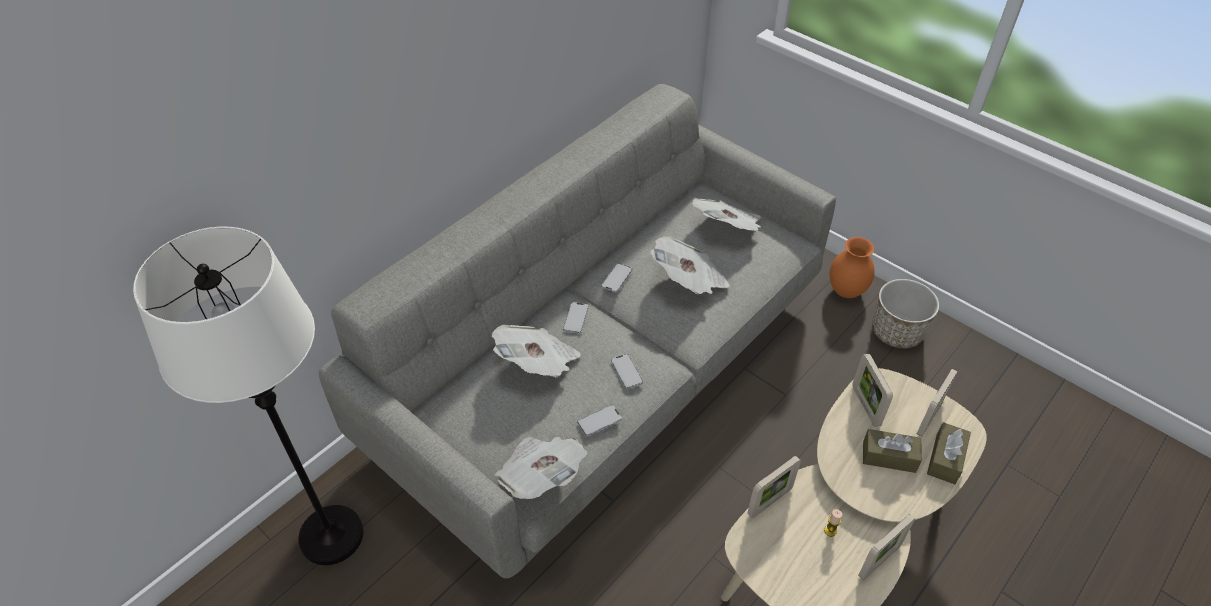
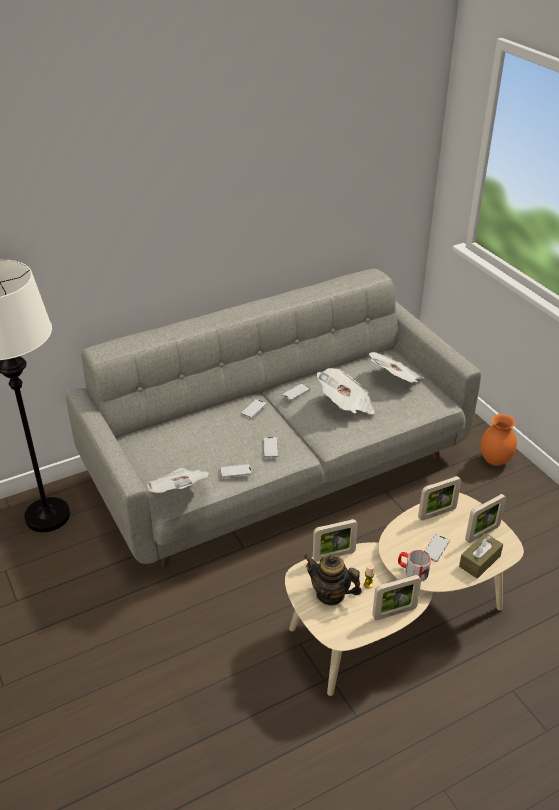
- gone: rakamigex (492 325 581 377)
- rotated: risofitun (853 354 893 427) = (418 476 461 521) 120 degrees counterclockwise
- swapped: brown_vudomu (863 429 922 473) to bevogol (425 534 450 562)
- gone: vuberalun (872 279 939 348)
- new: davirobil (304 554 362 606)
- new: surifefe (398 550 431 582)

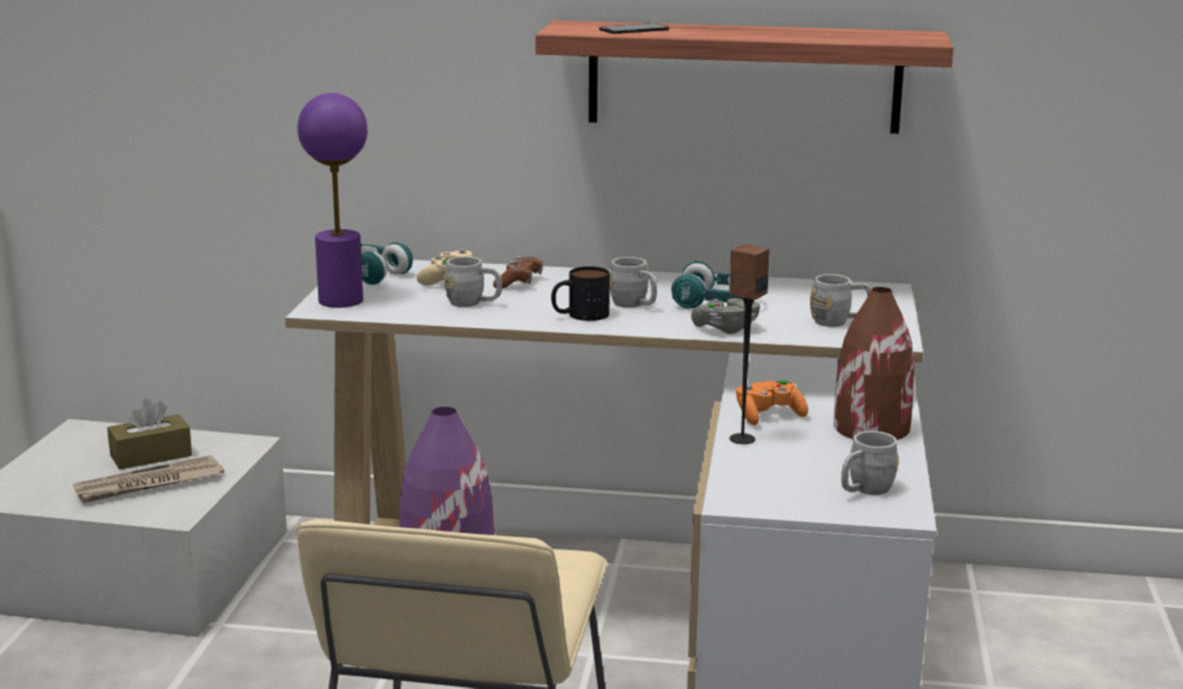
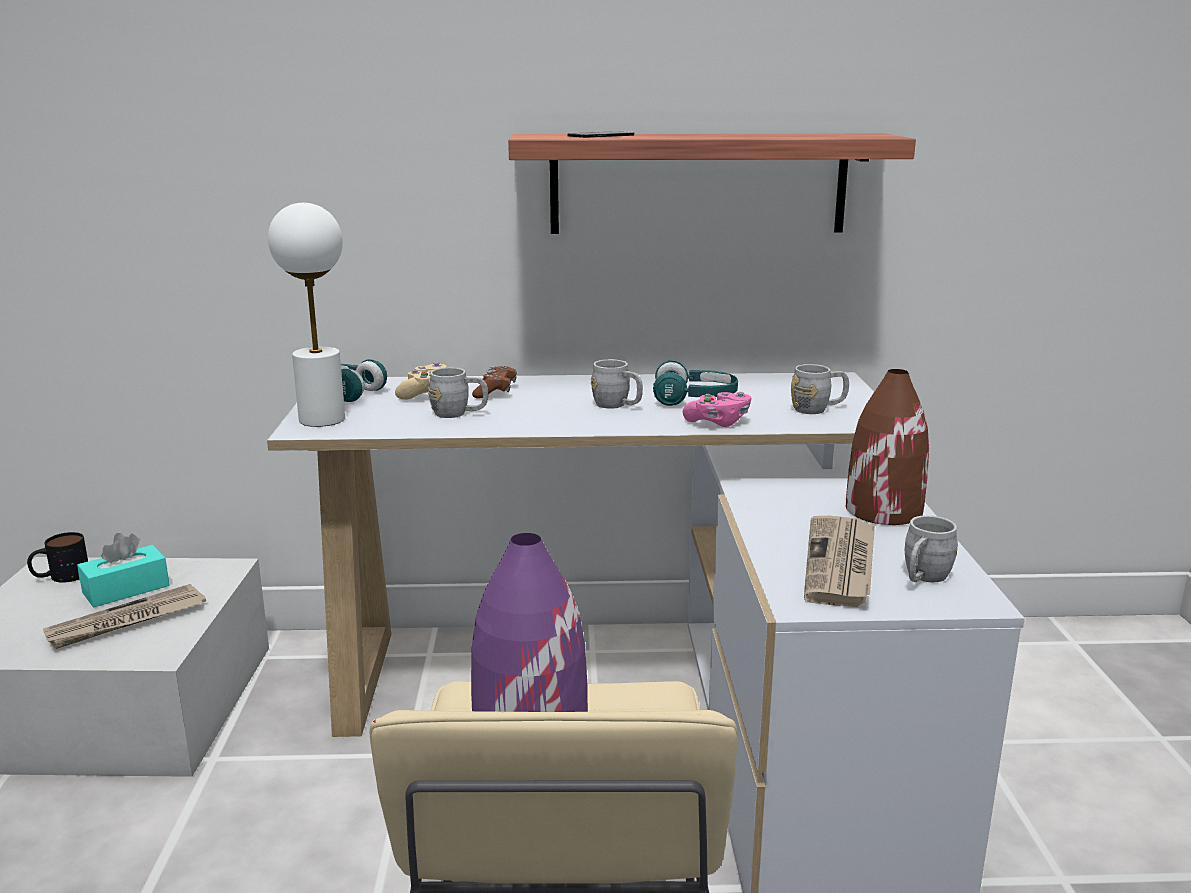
- repainted: brown_vudomu (107 399 192 470) to turquoise_vudomu (77 533 170 607)
- repainted: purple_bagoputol (297 93 367 308) to white_bagoputol (268 203 345 427)
- shifted: surifefe (551 266 610 321) to (27 532 88 583)
- repainted: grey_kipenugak (691 298 760 334) to pink_kipenugak (683 392 751 427)
- gone: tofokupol (729 244 770 444)
- gone: orange_kipenugak (736 379 808 425)
- new: rakamigex (804 516 875 607)

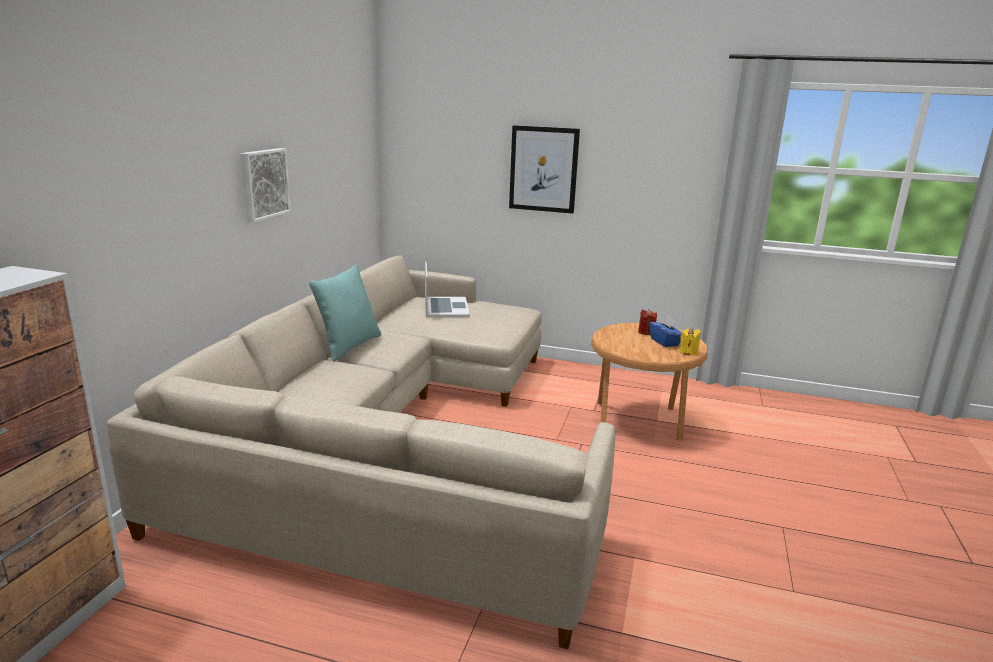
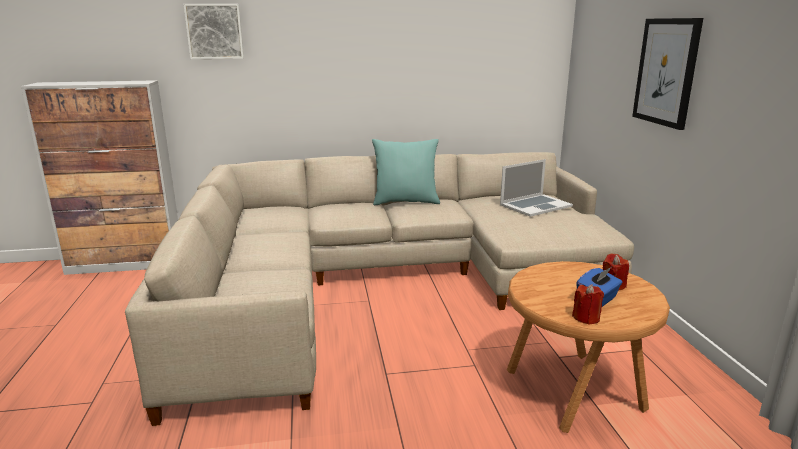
- shifted: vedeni (240 148 291 222) to (183 4 244 59)
- repainted: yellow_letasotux (679 327 700 356) to red_letasotux (572 284 604 325)

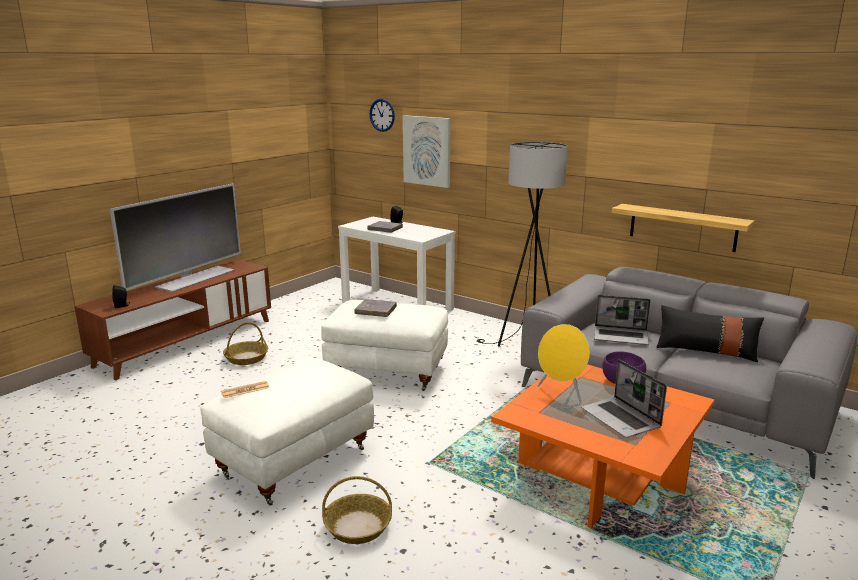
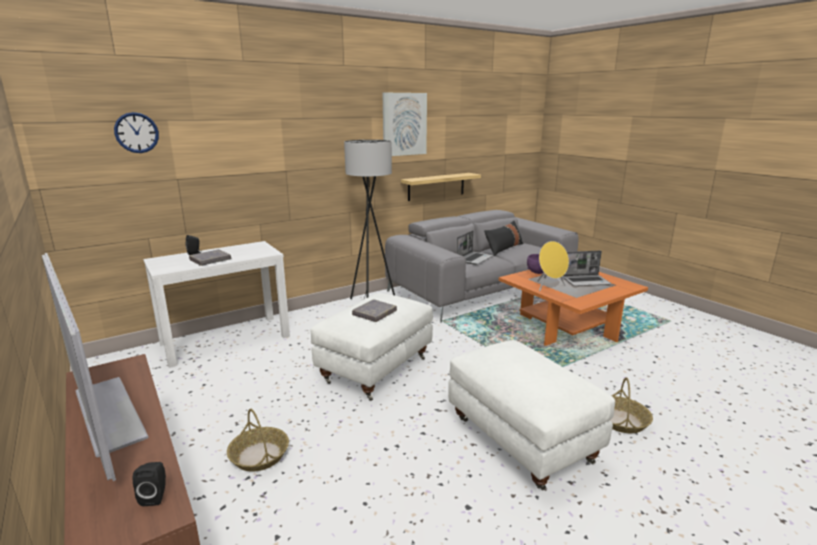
- gone: rakamigex (221 381 269 398)
- shifted: vedeni (403 115 451 188) to (383 93 427 156)

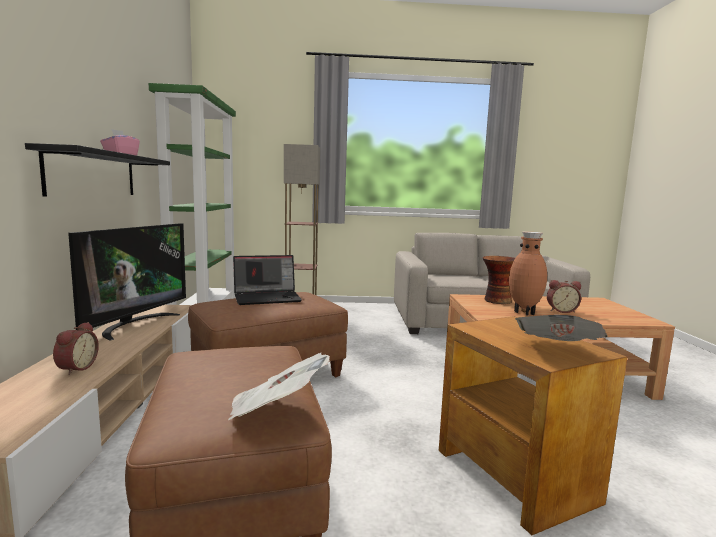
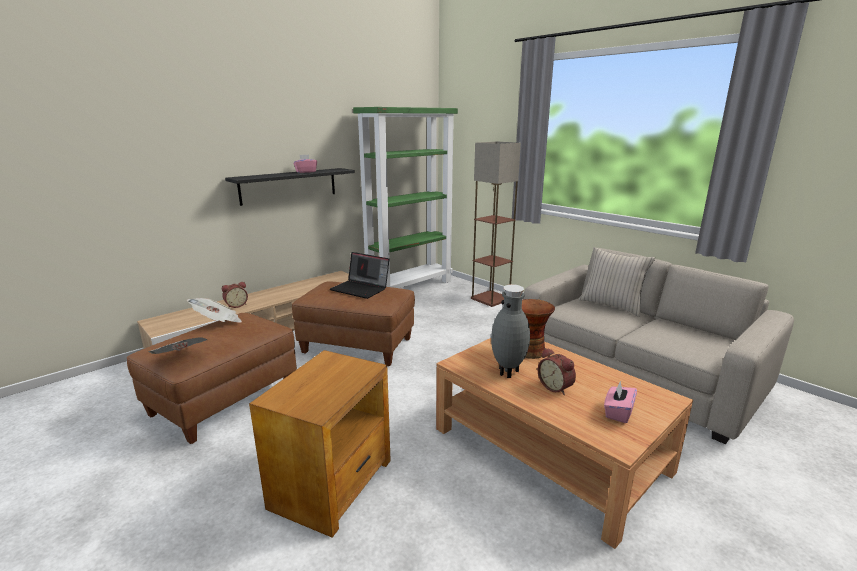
- gone: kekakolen (68 223 186 340)
- repainted: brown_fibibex (509 232 547 315) to grey_fibibex (491 284 530 378)
- shifted: rakamigex (515 315 608 341) to (187 298 242 323)
- new: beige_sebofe (579 247 655 317)
- new: pink_vudomu (604 381 637 423)

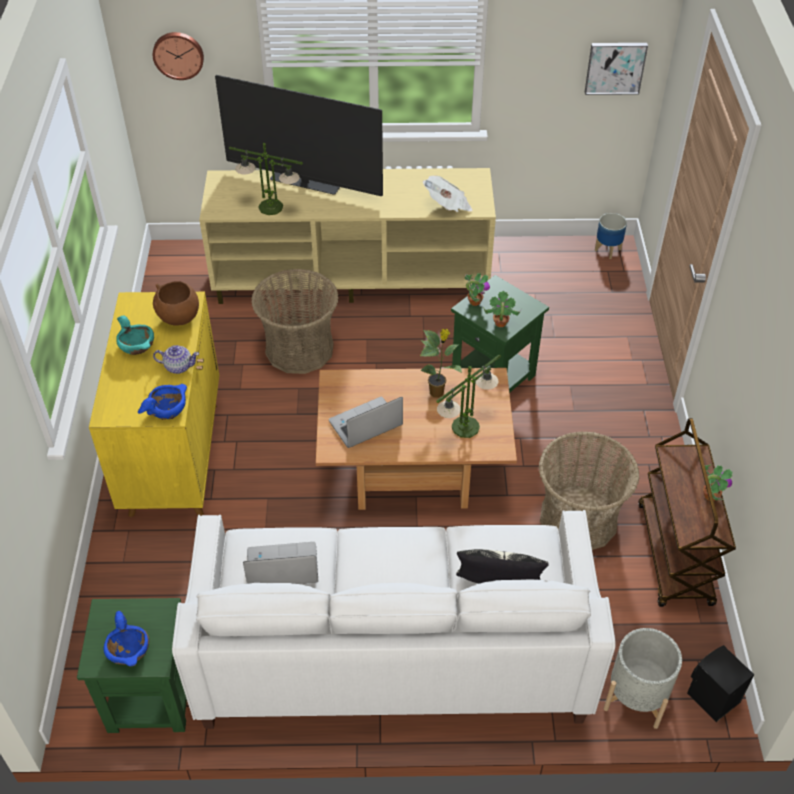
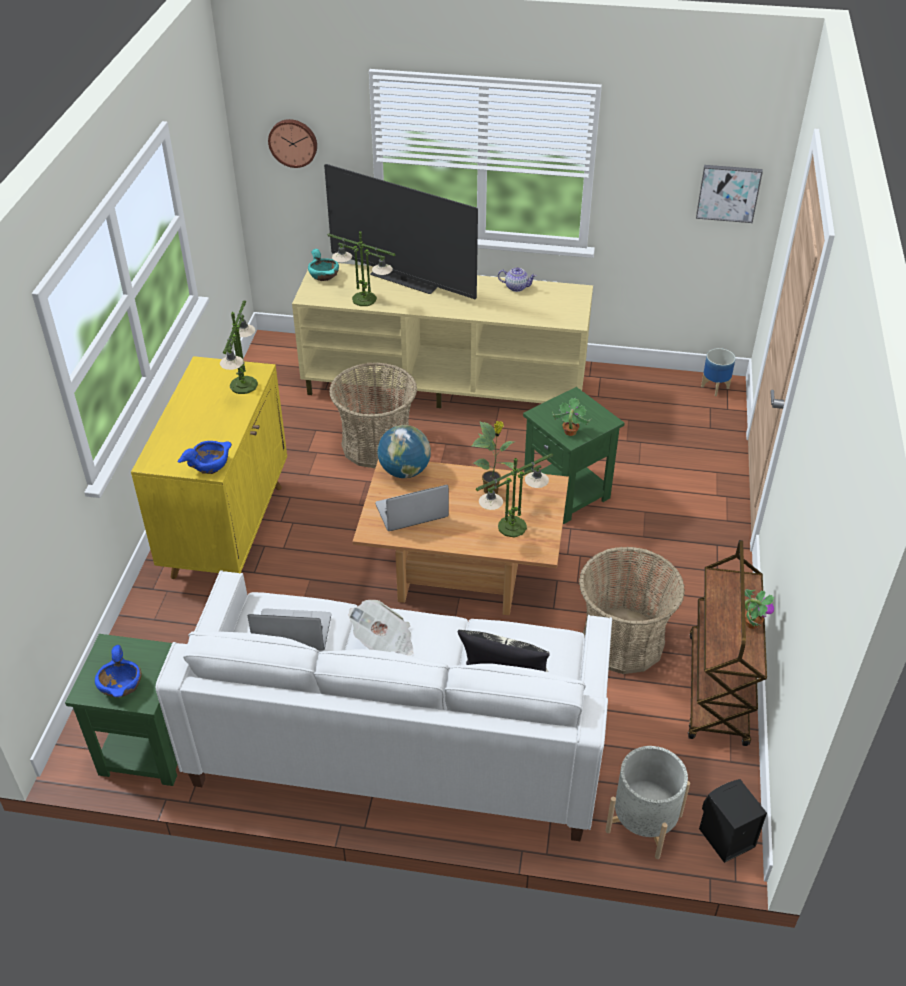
- shifted: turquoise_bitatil (116 315 154 355) to (308 249 339 281)
- swapped: brown_bitatil (153 281 199 326) to bagoputol (220 300 258 394)
- shifted: davirobil (153 345 199 374) to (498 267 537 292)
- shifted: rakamigex (423 176 472 212) to (349 600 414 655)
- gone: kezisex (465 273 490 306)
- new: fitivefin (378 425 431 478)

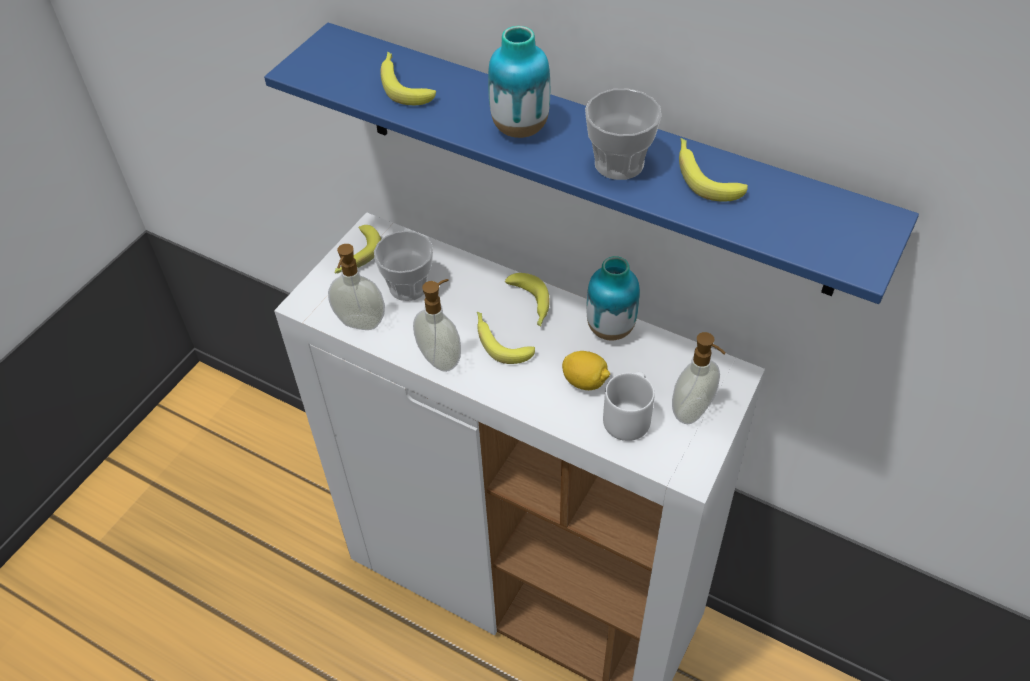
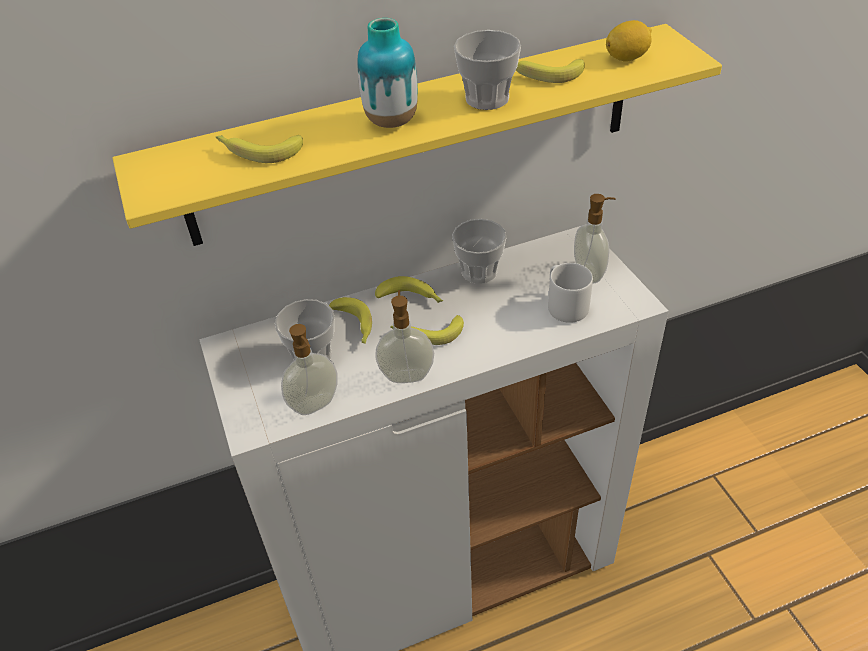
- repainted: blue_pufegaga (264 23 919 304) to yellow_pufegaga (113 24 722 246)
- shifted: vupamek (335 225 381 274) to (329 297 372 344)
- shifted: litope (562 351 610 390) to (606 20 652 61)
- swapped: fibibex (586 256 640 341) to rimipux (452 219 507 284)

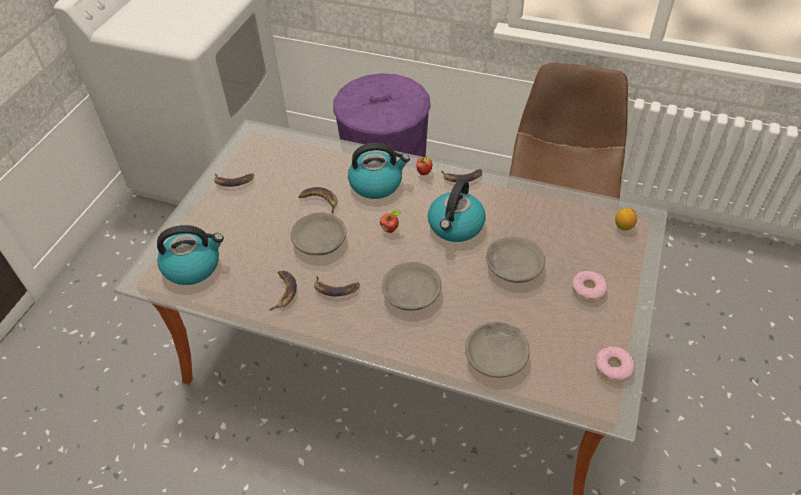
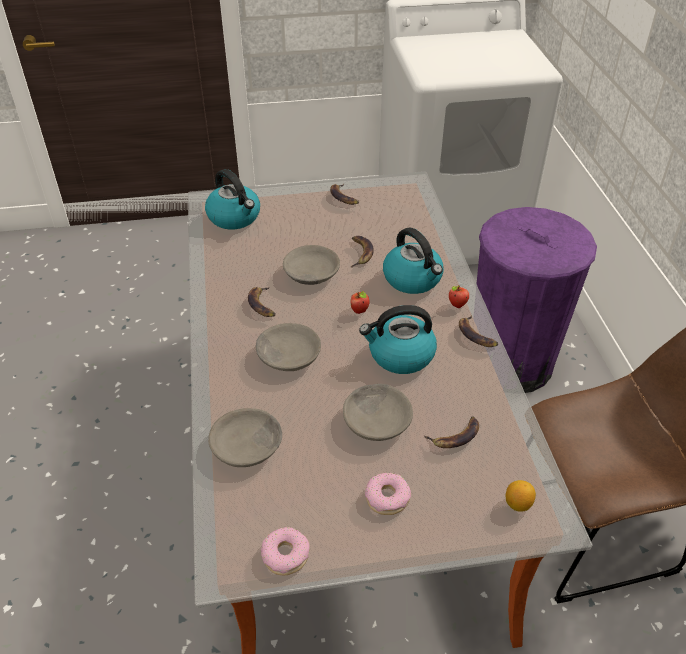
- shifted: vupamek (269 271 297 311) to (424 416 479 448)

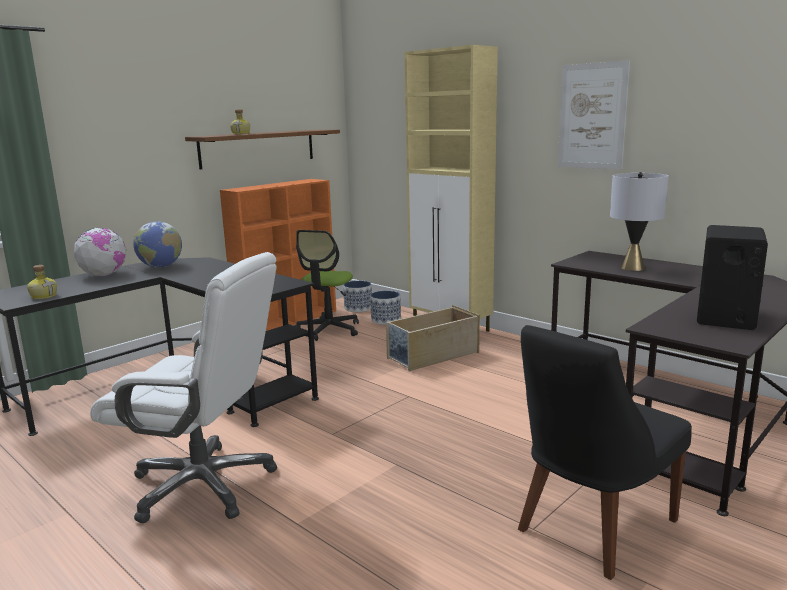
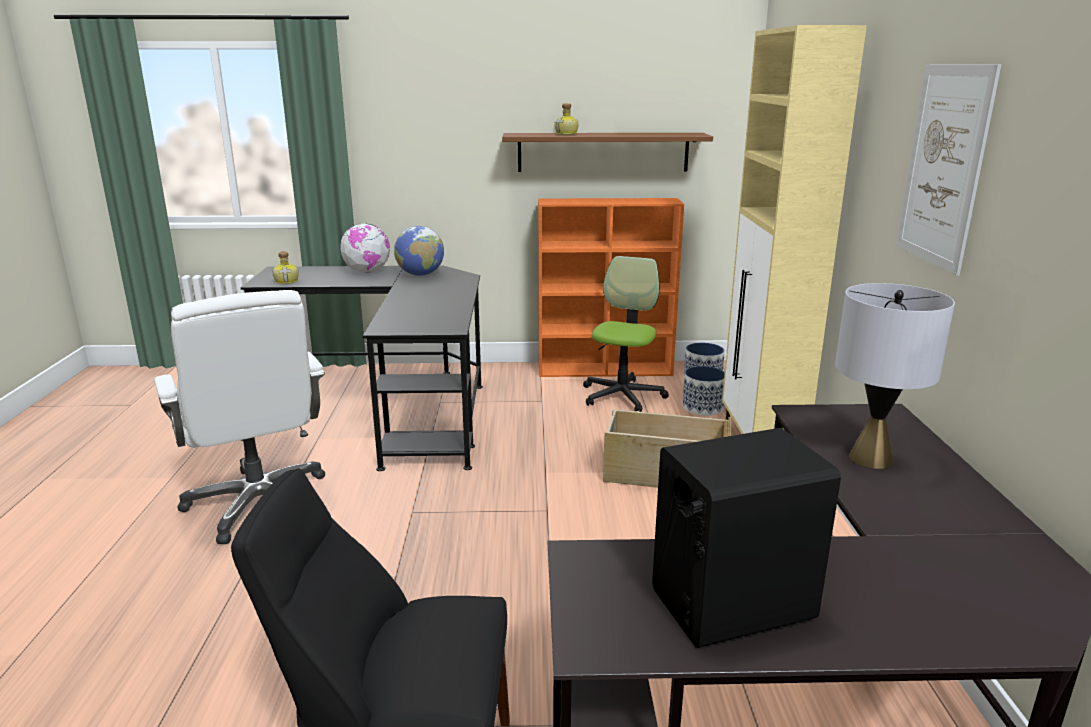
- rotated: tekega (294 230 359 341) = (583 256 669 412) 135 degrees clockwise

